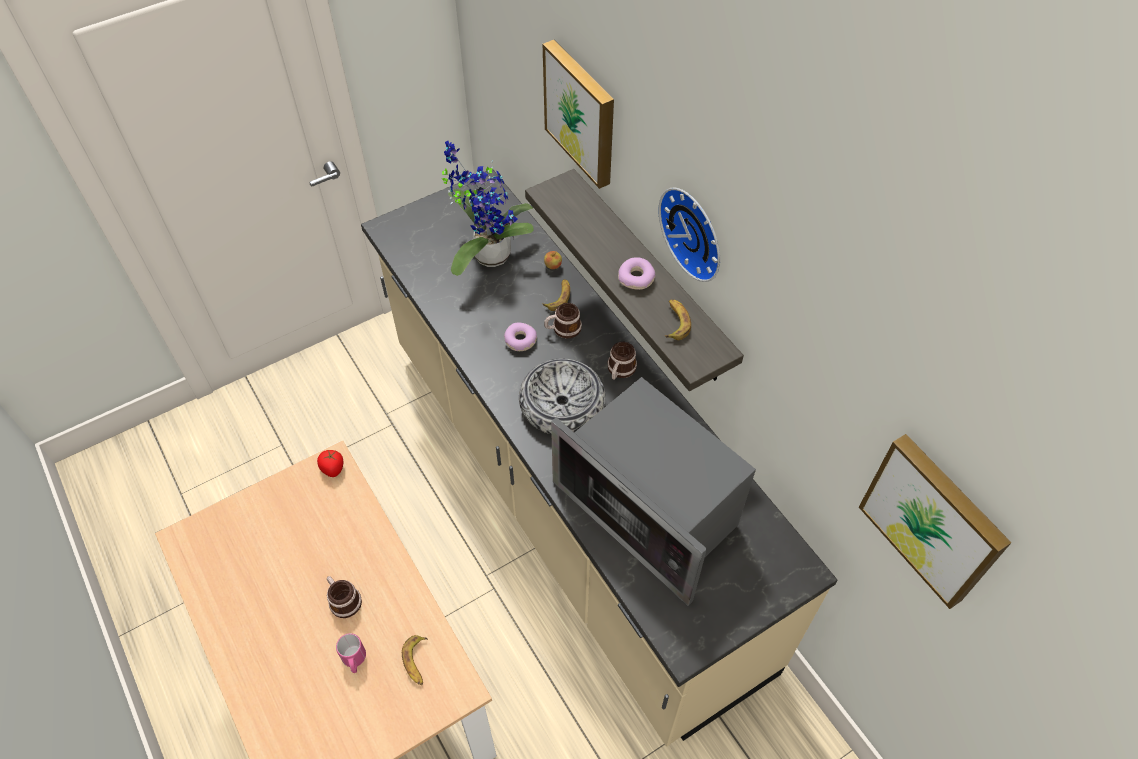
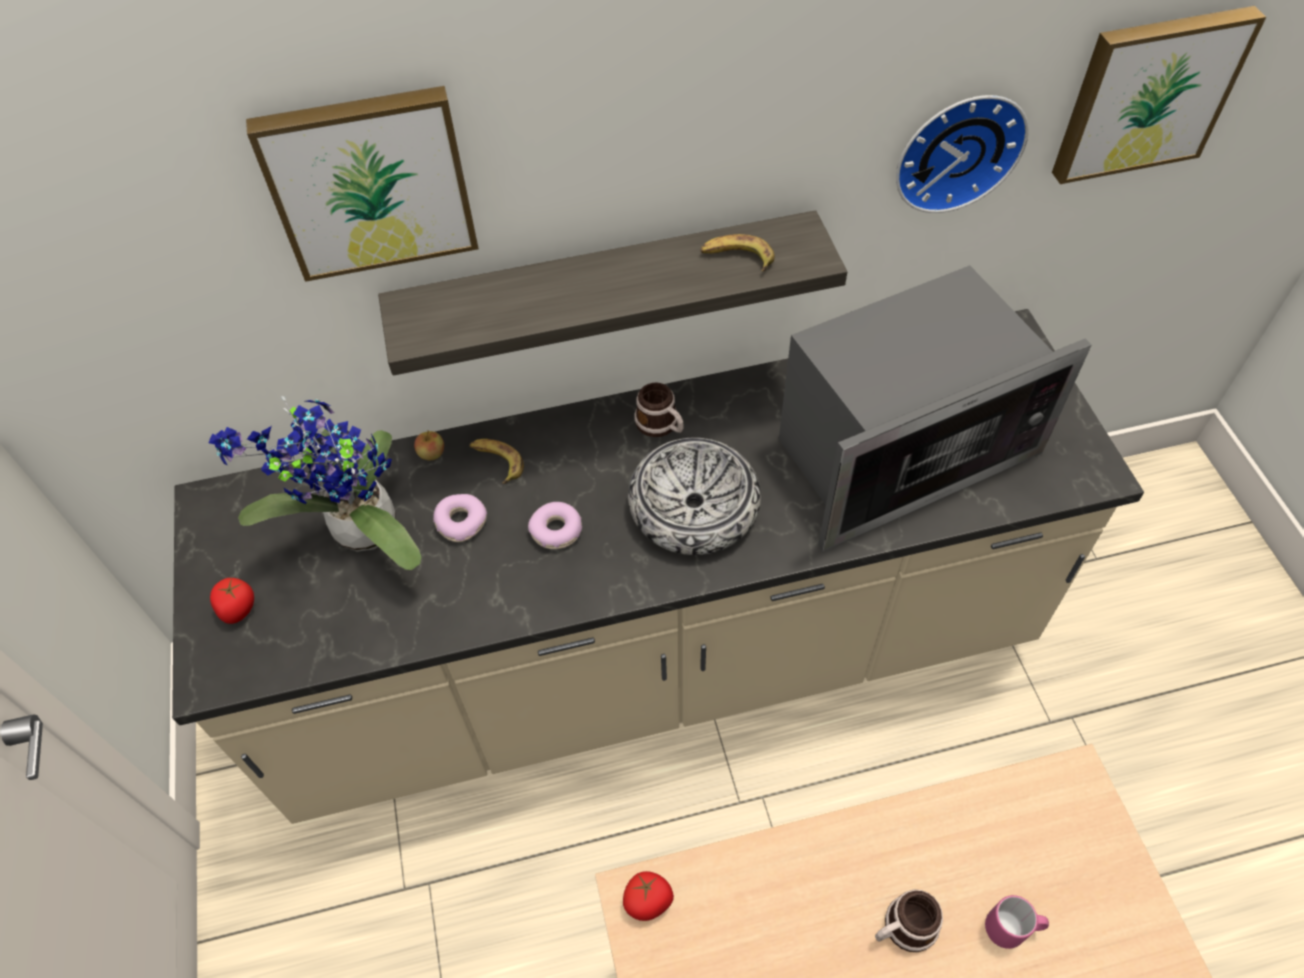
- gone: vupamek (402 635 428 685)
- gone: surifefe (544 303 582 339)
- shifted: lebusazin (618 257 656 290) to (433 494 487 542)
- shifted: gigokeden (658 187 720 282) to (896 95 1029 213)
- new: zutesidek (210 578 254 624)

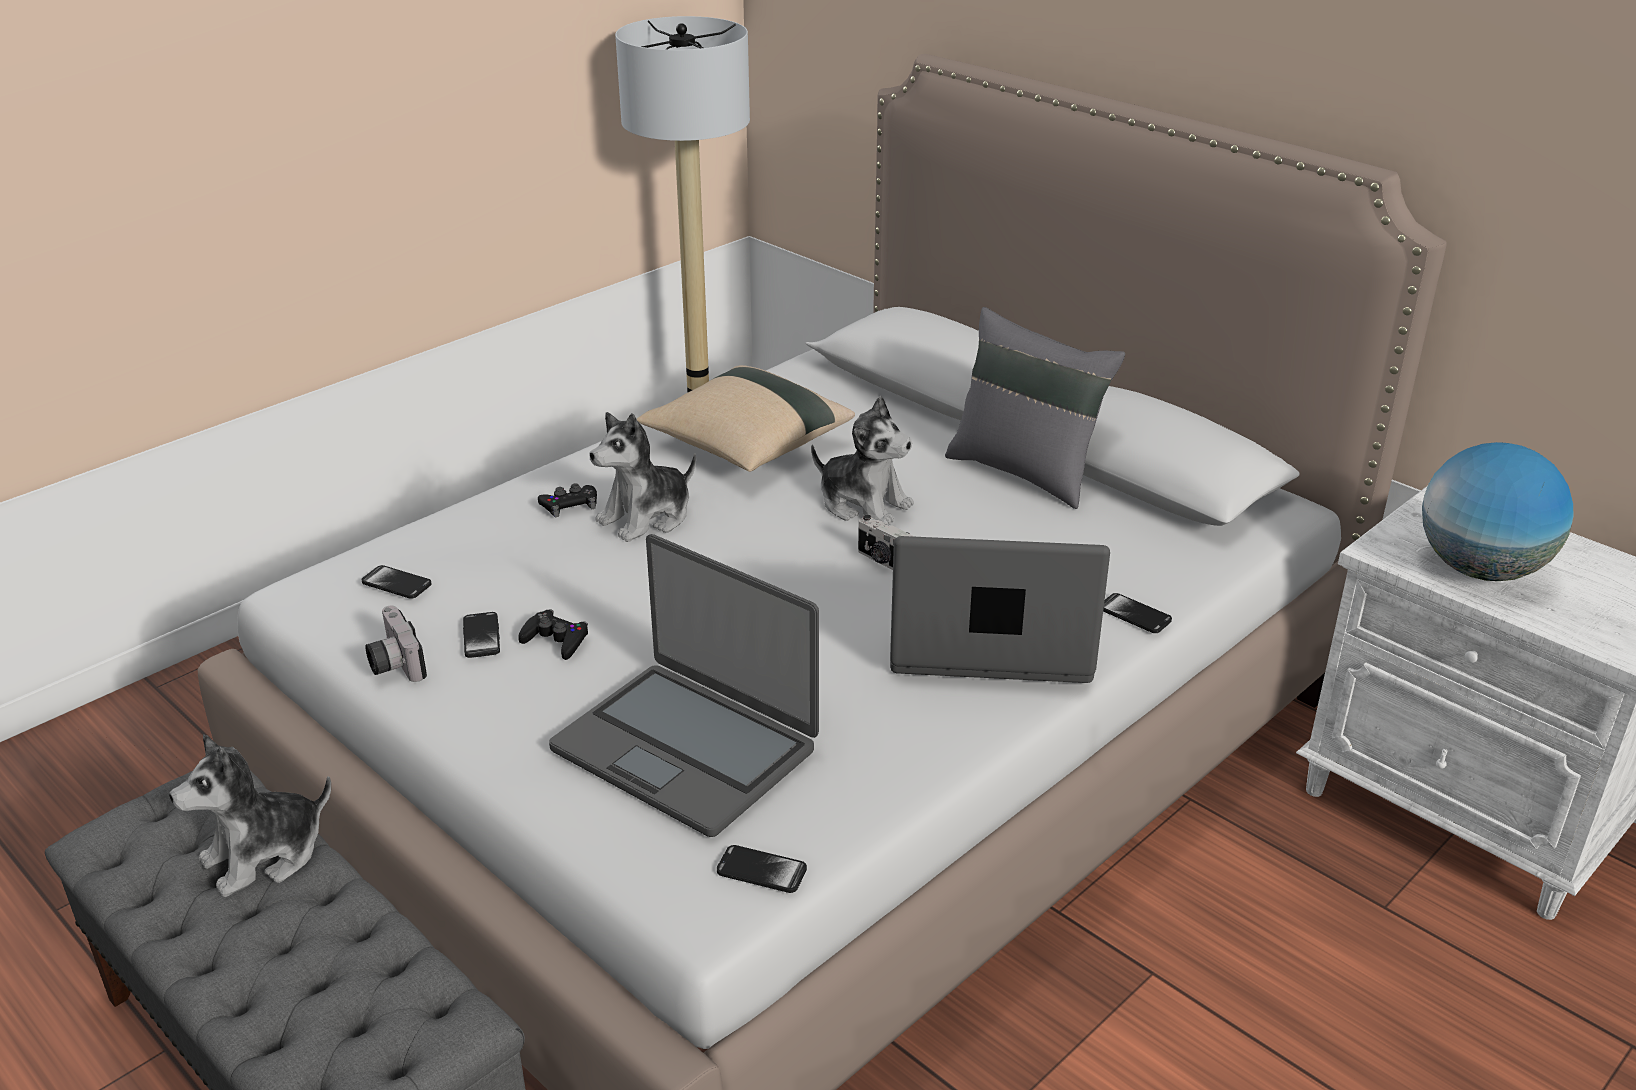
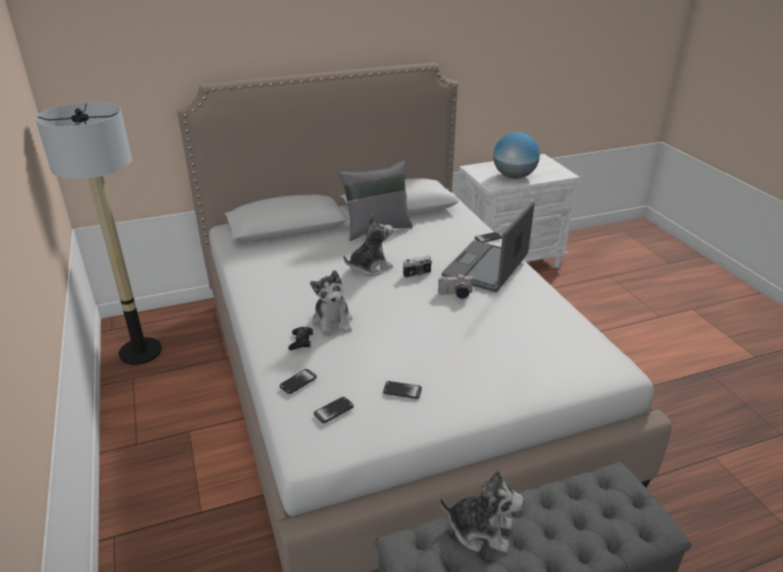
- rotated: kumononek (169 734 331 897) = (439 470 524 553) 60 degrees counterclockwise
- shifted: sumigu (366 605 427 682) to (438 274 474 299)
- gone: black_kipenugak (518 609 588 660)
- gone: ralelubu (549 534 819 837)
- gone: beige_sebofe (637 365 855 472)
- shifted: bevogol (717 845 807 893) to (280 369 317 394)

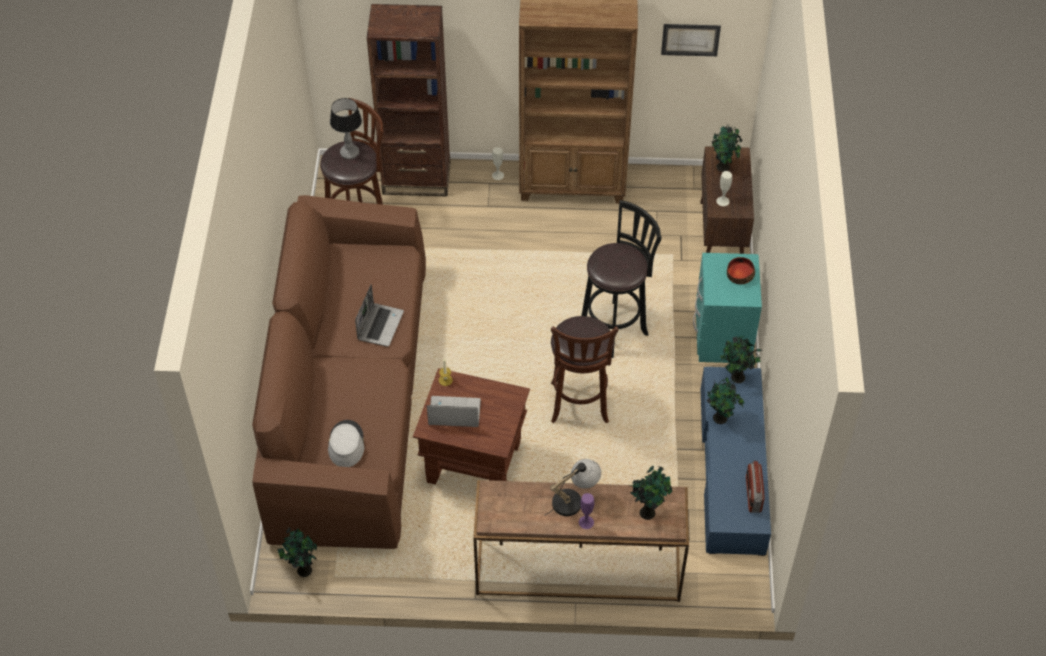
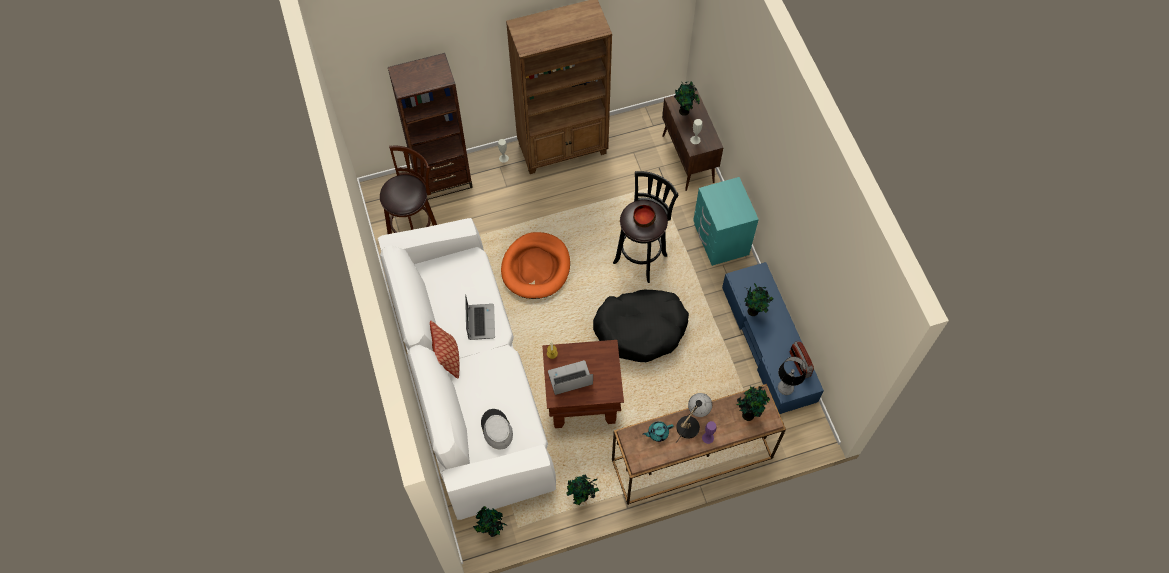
- repainted: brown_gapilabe (252 195 426 549) to white_gapilabe (378 218 556 520)
- shifted: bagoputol (330 98 362 159) to (778 356 806 395)
- swapped: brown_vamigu (551 316 619 423) to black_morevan (593 290 689 362)
- gone: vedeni (661 24 721 56)
- shifted: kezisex (721 335 762 383) to (566 474 599 505)
- shifted: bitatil (727 257 755 284) to (633 205 656 228)
- new: sebofe (430 321 460 378)
- new: orange_morevan (501 232 570 299)
- new: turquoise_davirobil (642 421 674 442)

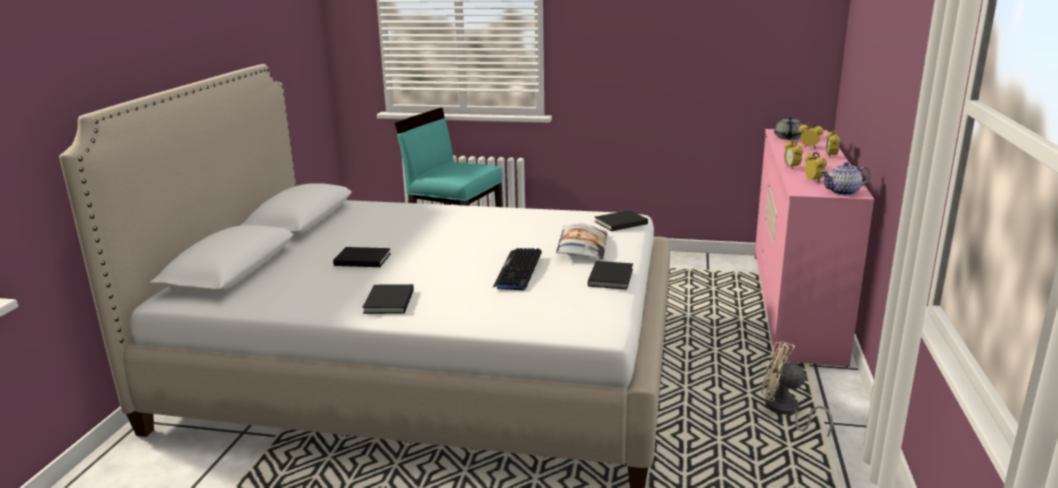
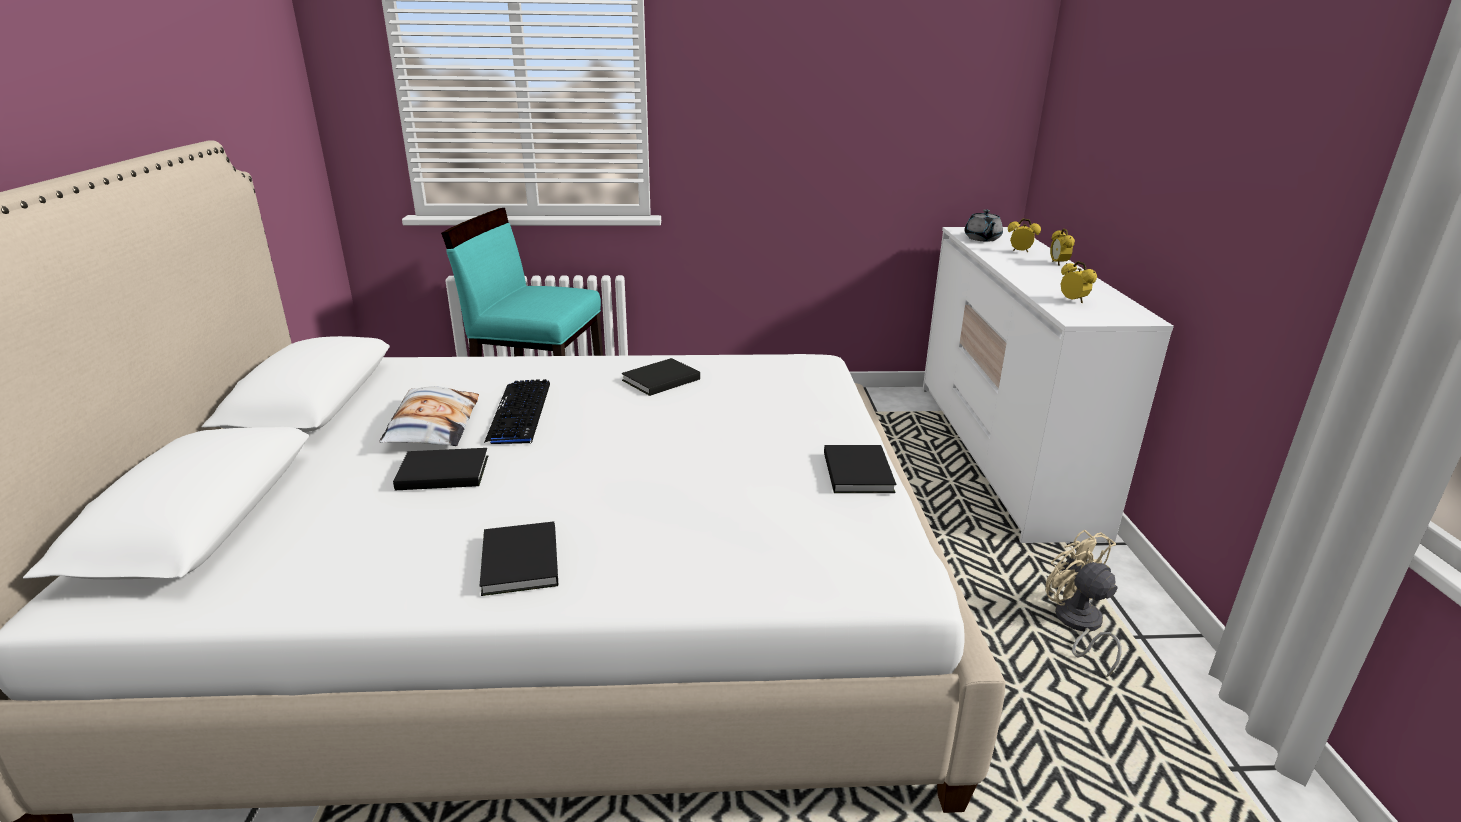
- shifted: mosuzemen (493 248 542 291) to (484 379 550 444)
- shifted: sebofe (556 223 608 259) to (379 386 479 446)
- shifted: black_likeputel (594 210 648 231) to (622 358 700 396)
- repainted: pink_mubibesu (754 129 874 367) to white_mubibesu (923 227 1174 543)
- rotated: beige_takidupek (761 341 833 437) = (1045 530 1122 677) 45 degrees clockwise
- gone: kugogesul (784 140 803 170)
- gone: davirobil (820 162 871 195)

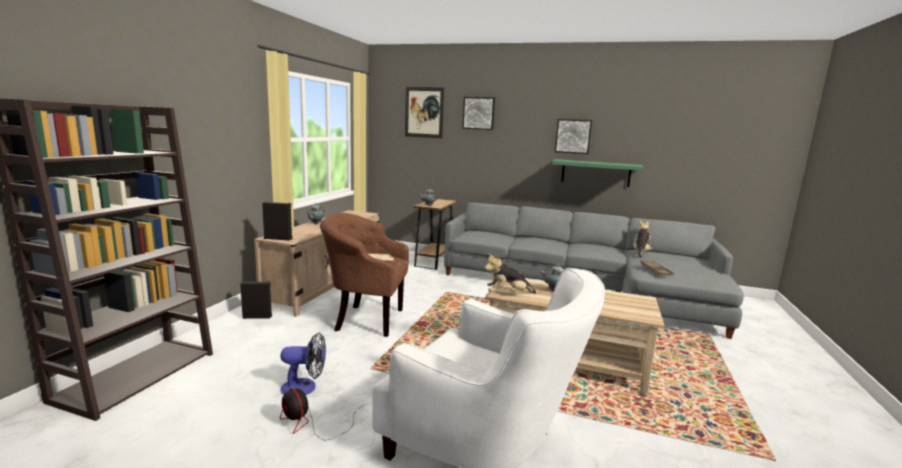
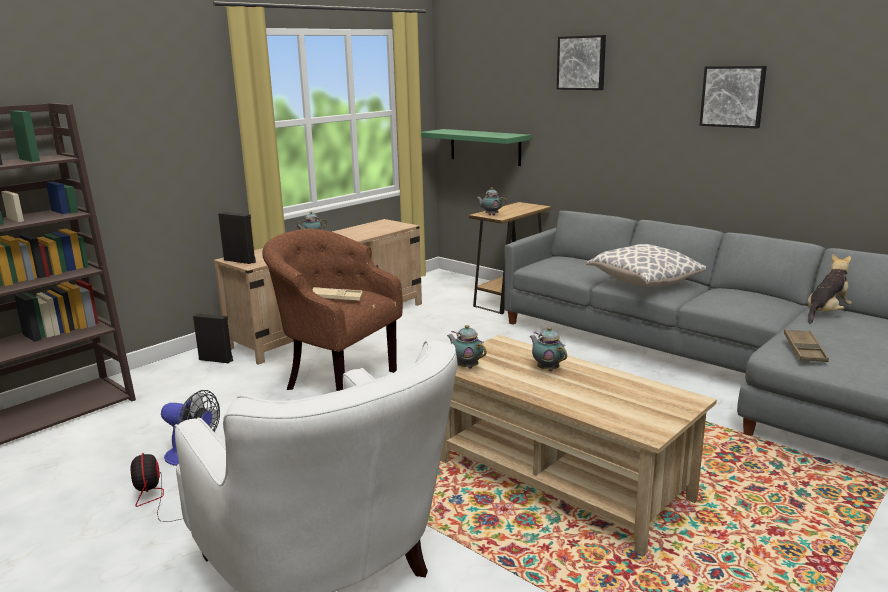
- gone: vedeni (405 87 444 138)
- swapped: kumononek (484 253 536 294) to davirobil (447 325 487 369)
- shifted: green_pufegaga (552 159 644 187) to (421 129 531 166)
- new: sebofe (586 244 706 287)

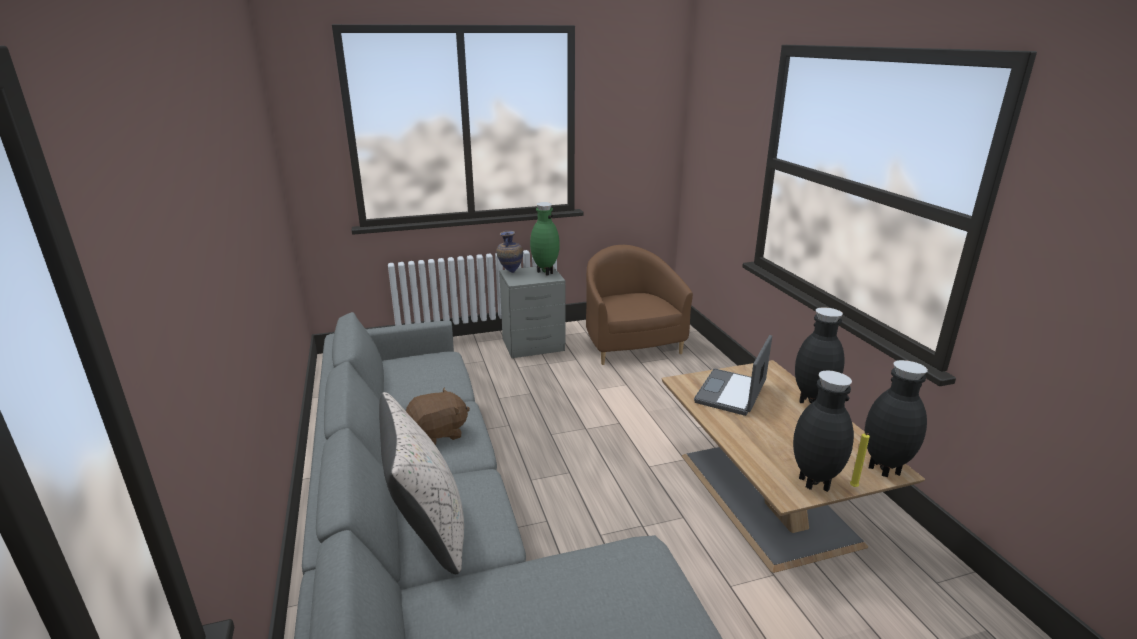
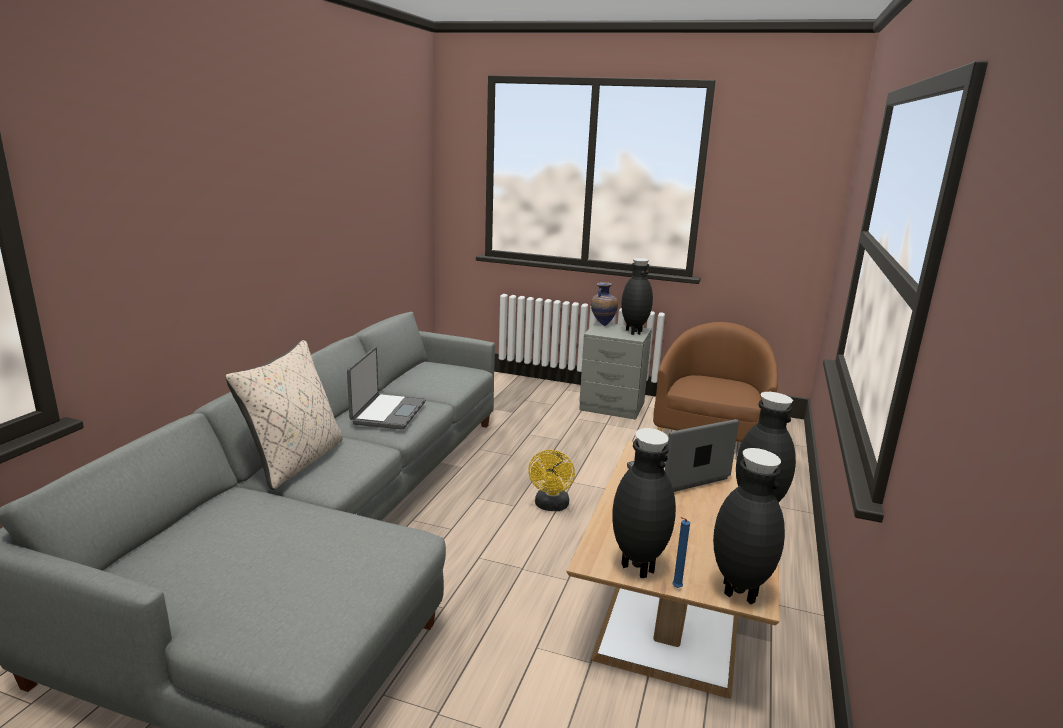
- swapped: brown_kumononek (406 388 470 445) to ralelubu (347 347 426 430)
- repainted: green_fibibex (530 202 560 276) to black_fibibex (621 258 653 335)
- repainted: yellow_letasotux (850 433 870 487) to blue_letasotux (672 517 690 588)
- new: yellow_takidupek (528 450 575 511)

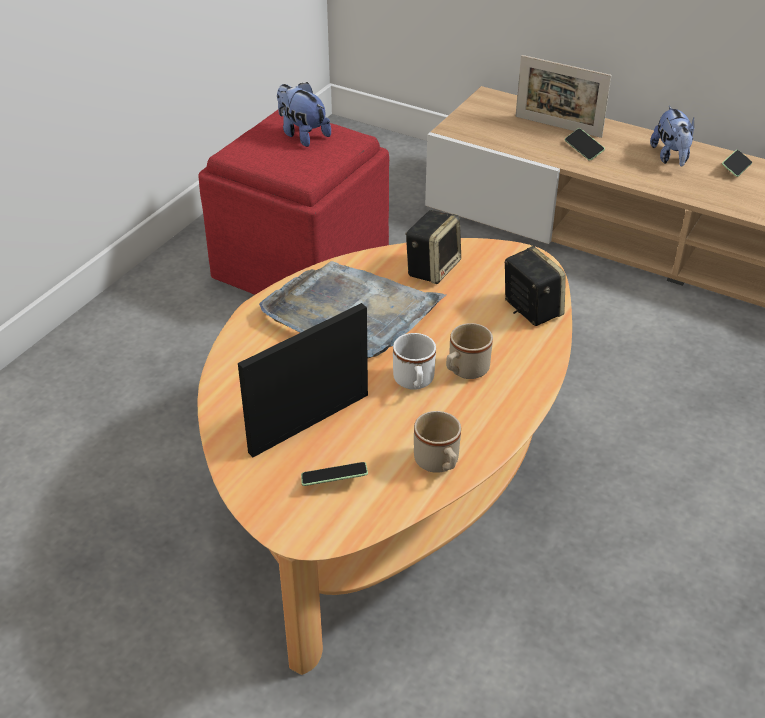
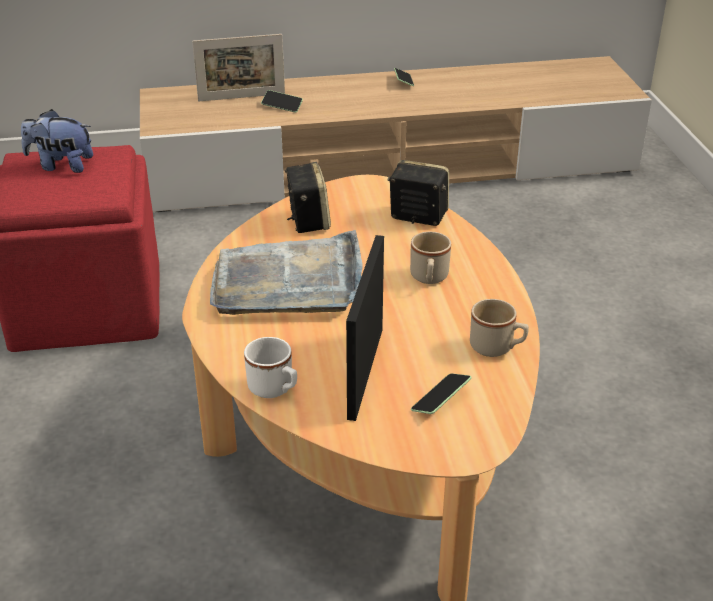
- shifted: white_surifefe (393 333 436 390) to (244 337 297 398)
- gone: kumononek (650 106 695 167)

